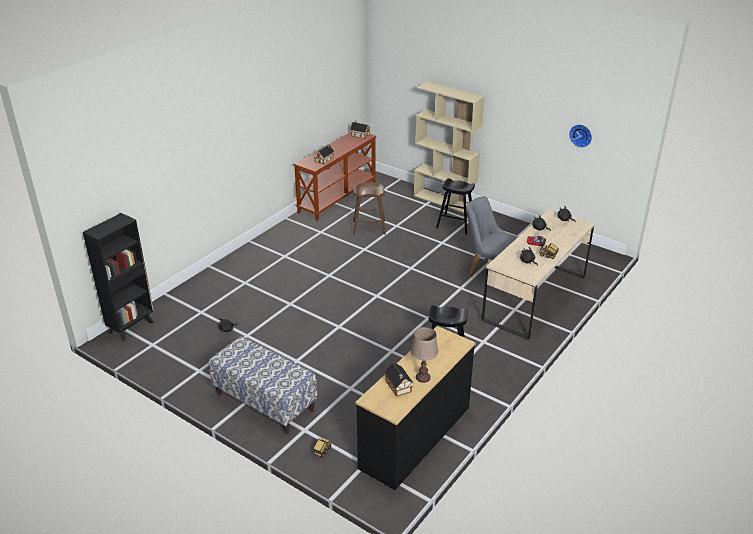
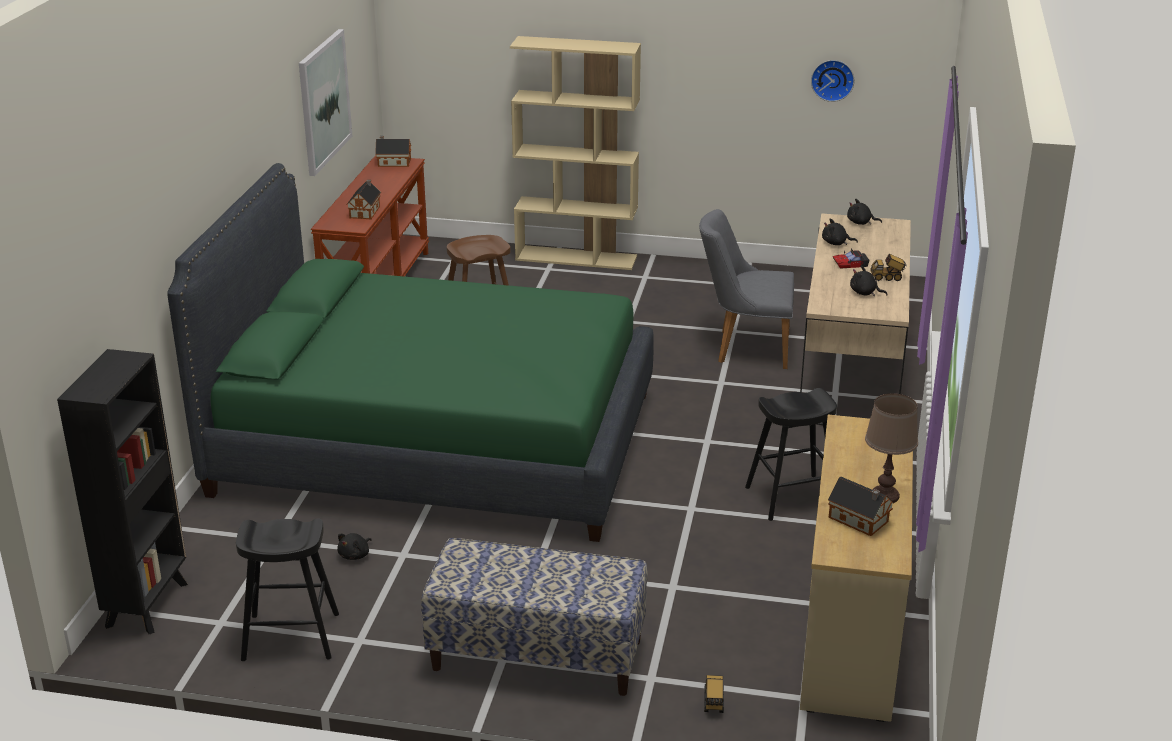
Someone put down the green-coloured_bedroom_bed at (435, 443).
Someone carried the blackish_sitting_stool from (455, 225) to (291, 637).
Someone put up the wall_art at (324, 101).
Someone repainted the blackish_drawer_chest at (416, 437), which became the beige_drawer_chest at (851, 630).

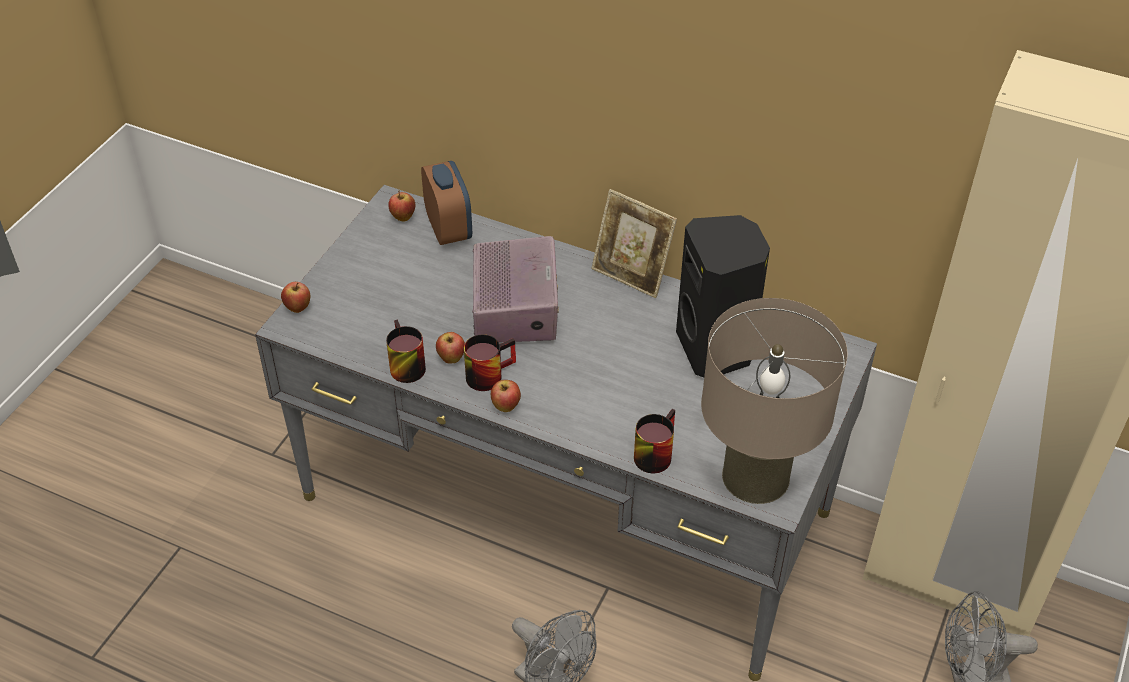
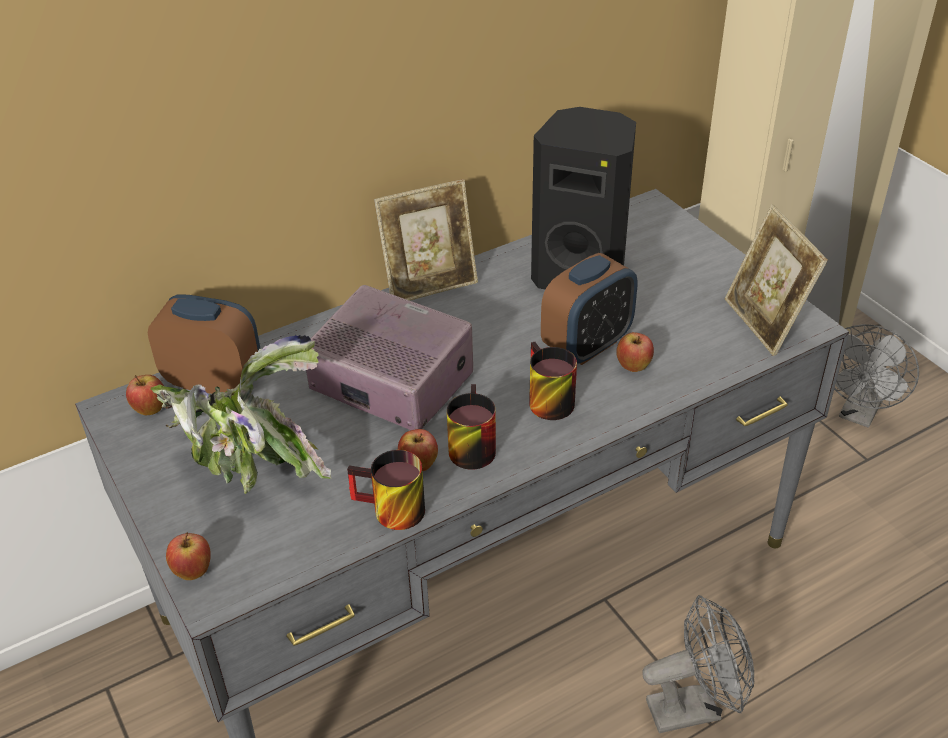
Someone put down the potted_plant at (248, 467).
Someone carried the mug from (653, 452) to (544, 400).
Someone put down the bedside_clock at (587, 345).
Someone carried the apple_fruit from (506, 407) to (633, 367).
Someone swapped the beige_lamp_for_a_table at (755, 477) for the standing_frame at (764, 323).

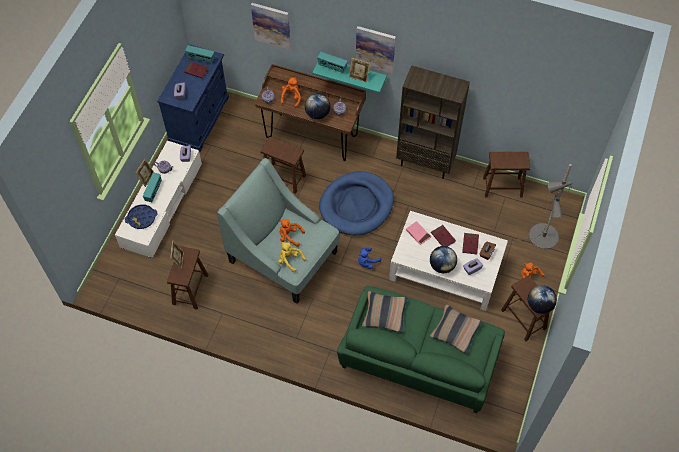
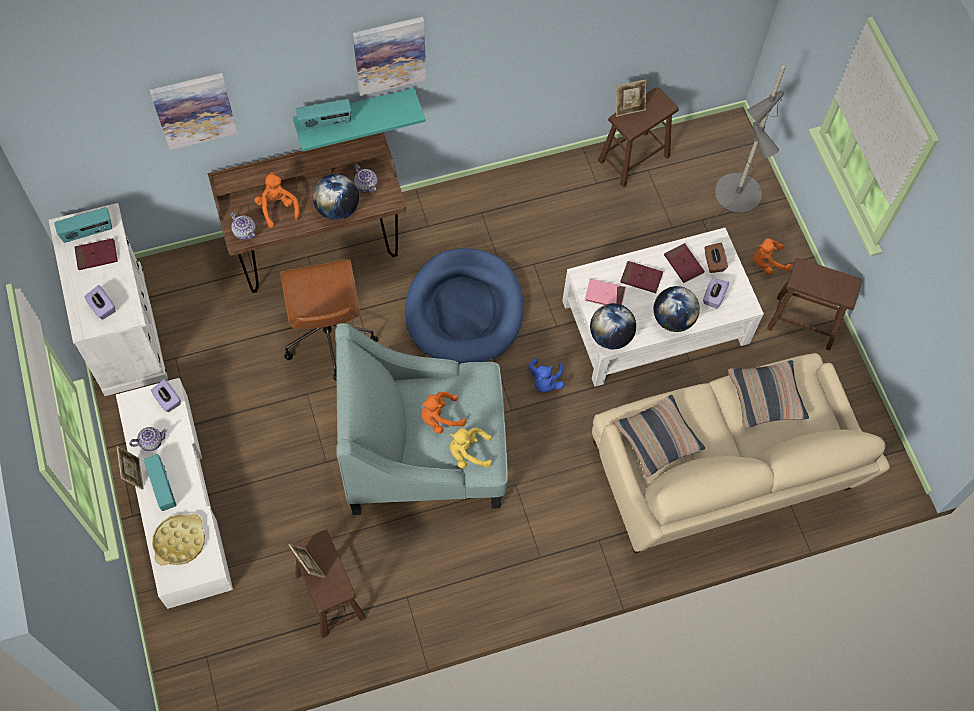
Someone repainted the bluish_storage_cabinet at (199, 119), which became the white-coloured_storage_cabinet at (124, 330).
Someone repainted the bluish_serving_tray at (141, 218), which became the yellow-coloured_serving_tray at (179, 541).
Someone swapped the brown-coloured_sitting_stool at (284, 178) for the brown-coloured_office_chair at (328, 337).
Someone carried the desk_globe from (539, 305) to (610, 336).
Someone repainted the green-coloured_sofa at (418, 359), which became the beige_sofa at (721, 470).
Someone carried the standing_frame from (359, 77) to (629, 108).
Someone took away the brown-coloured_shelving_unit at (425, 163).

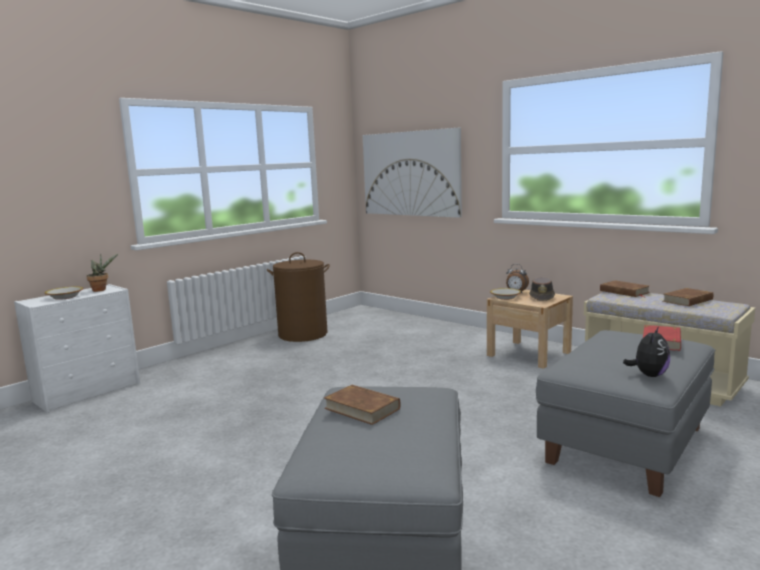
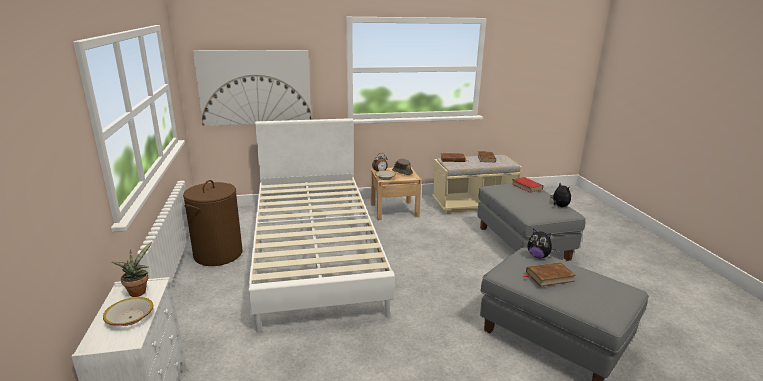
Someone put down the white-coloured_bedroom_bed at (315, 253).
Someone put down the soft_toy at (538, 256).

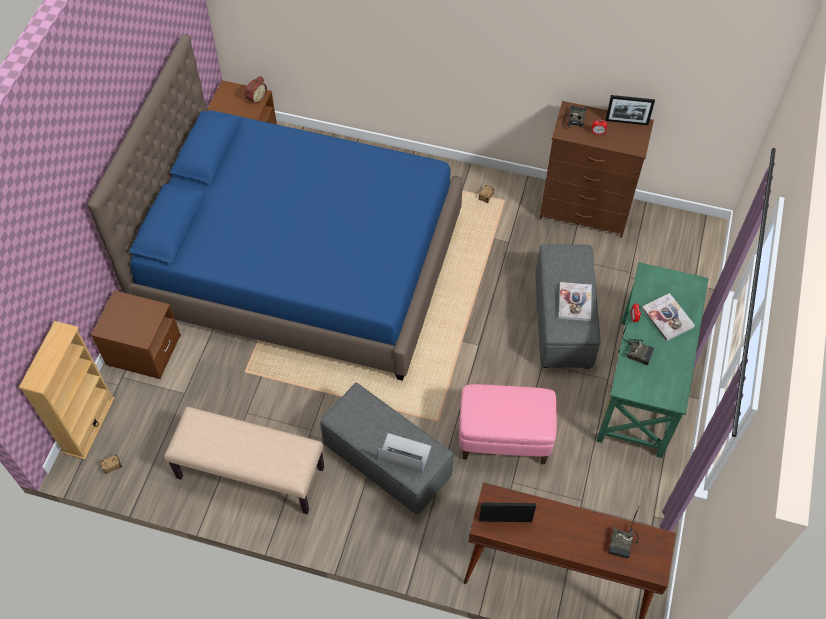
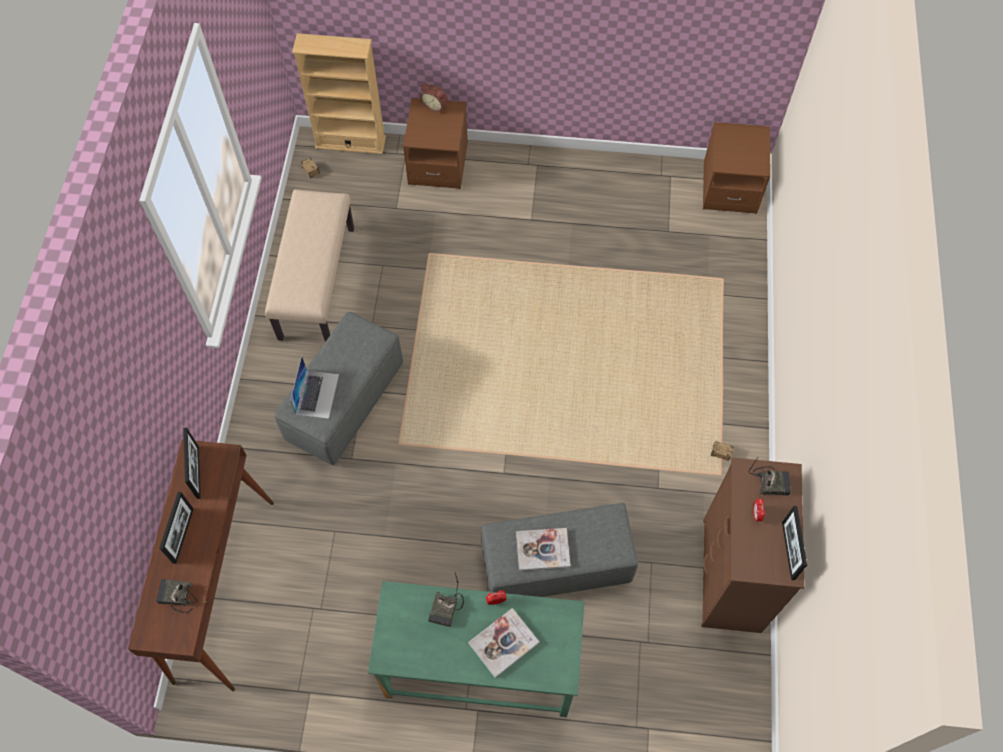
Someone put down the standing_frame at (183, 535).
Someone carried the bedside_clock from (256, 98) to (435, 105).
Someone took away the bluish_bedroom_bed at (300, 262).
Someone took away the pink_footrest at (504, 439).

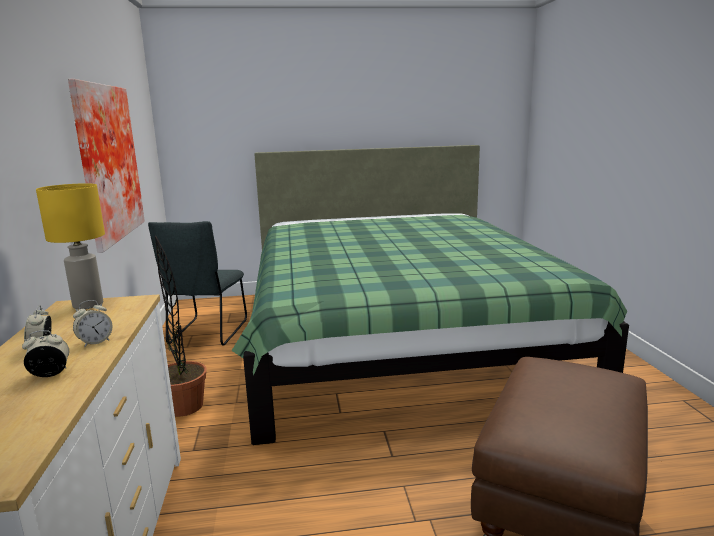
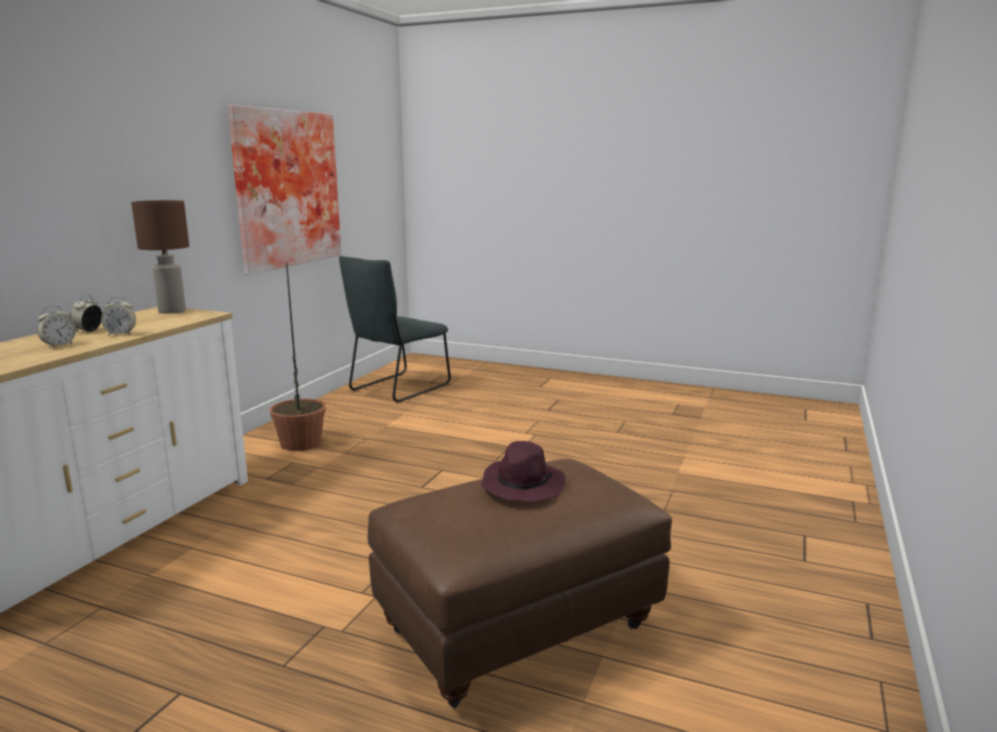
Someone rotated the bedside_clock at (50, 374) by 120 degrees clockwise.
Someone repainted the yellow-coloured_lamp_for_a_table at (87, 305), which became the brown-coloured_lamp_for_a_table at (171, 311).
Someone put down the purple_clothing_hat at (522, 486).
Someone took away the green-coloured_bedroom_bed at (396, 338).

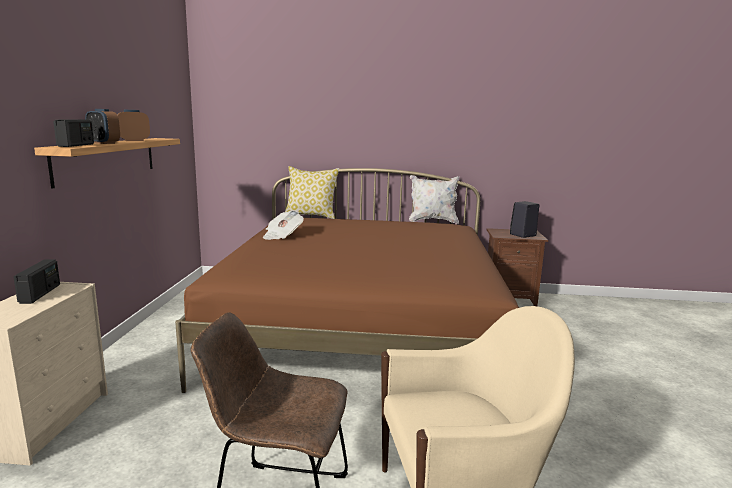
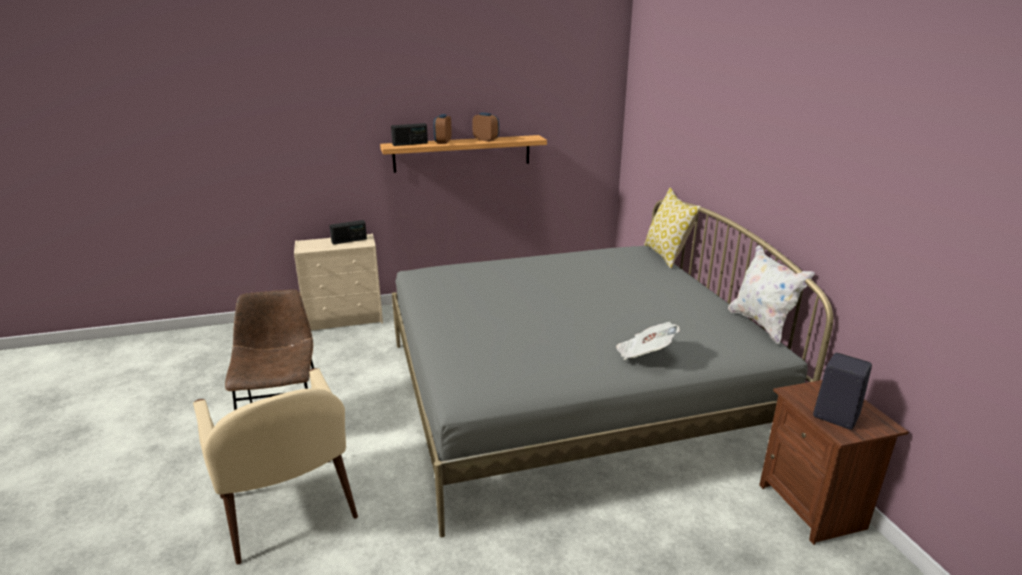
Someone repainted the brown-coloured_bedroom_bed at (362, 328), which became the grey_bedroom_bed at (570, 395).
Someone carried the newspaper from (282, 236) to (644, 354).

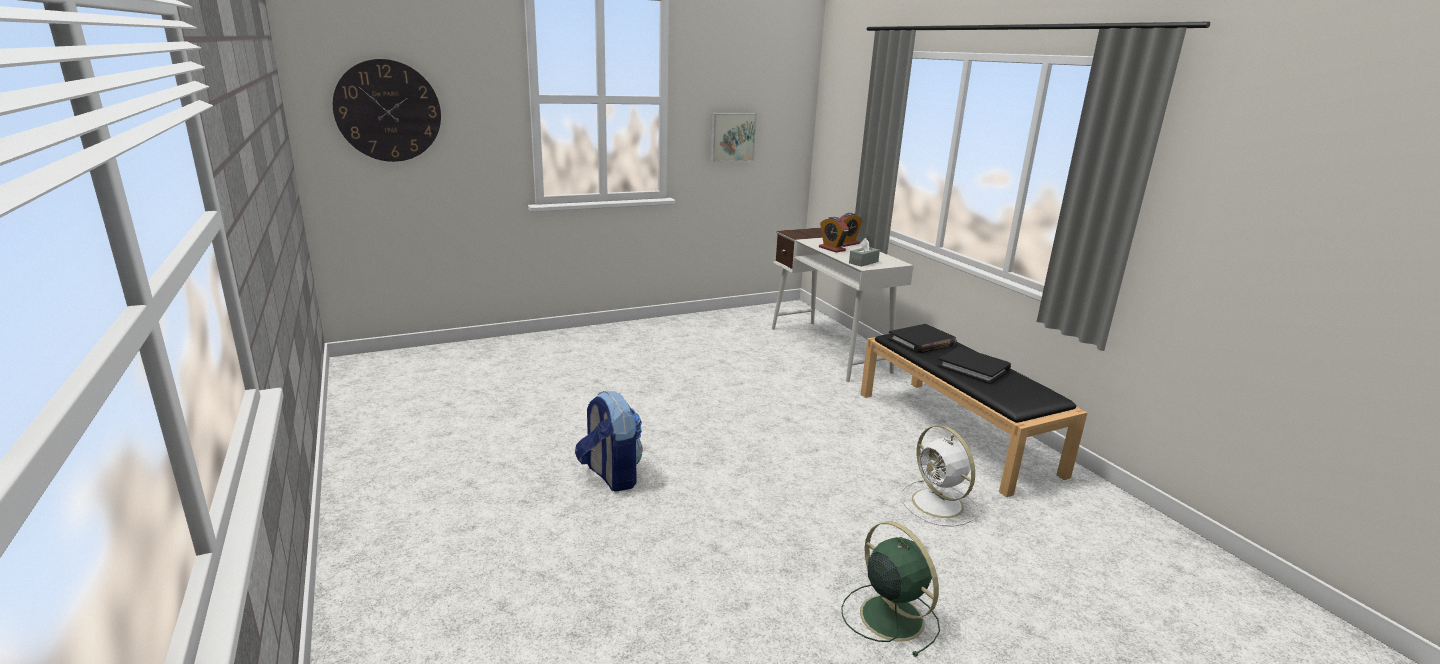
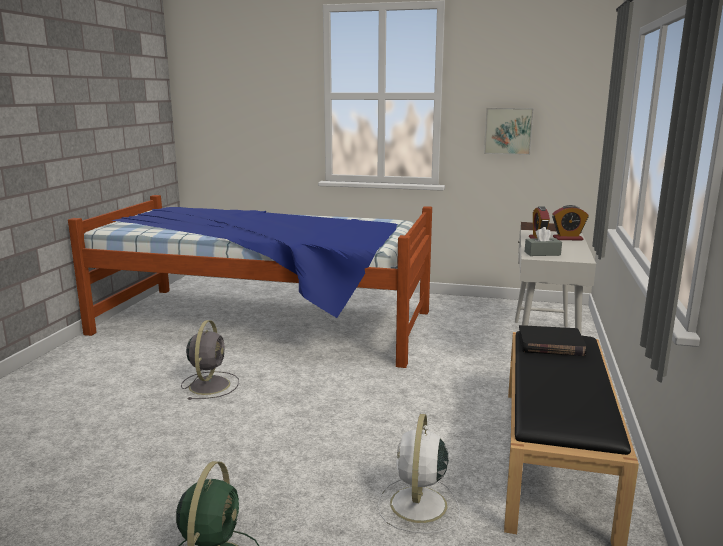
Someone put down the bedroom_bed at (264, 323).
Someone swapped the knapsack at (610, 475) for the grey_electric_fan at (210, 384).
Someone took away the clock_on_the_wall at (388, 111).
Someone took away the blackish_volume at (973, 368).

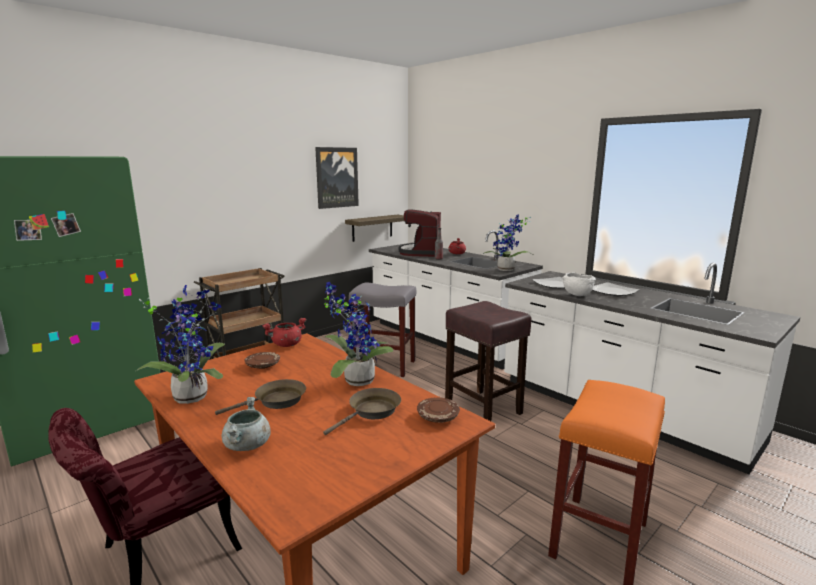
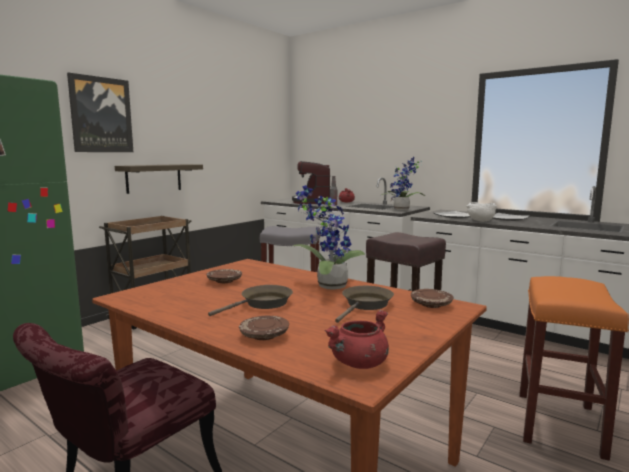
Someone carried the wall_art from (336, 177) to (101, 115).
Someone carried the wall_shelf from (372, 227) to (154, 178).
Someone swapped the grey_cooking_pot at (247, 445) for the brown-coloured_plate at (264, 335).
Someone carried the reddish_cooking_pot from (286, 345) to (359, 363).
Someone took away the potted_plant at (192, 395).

